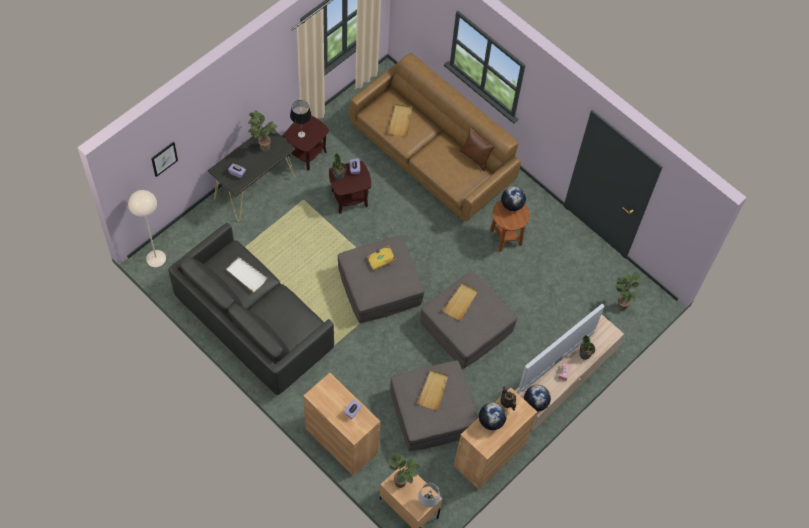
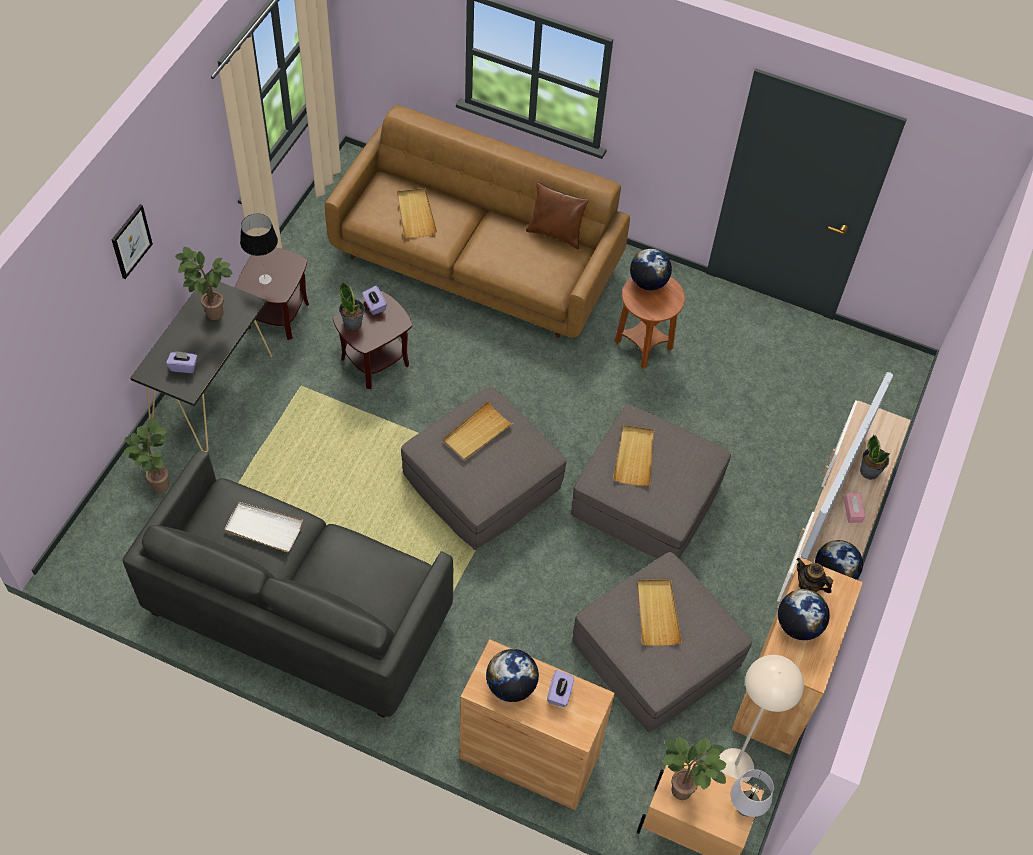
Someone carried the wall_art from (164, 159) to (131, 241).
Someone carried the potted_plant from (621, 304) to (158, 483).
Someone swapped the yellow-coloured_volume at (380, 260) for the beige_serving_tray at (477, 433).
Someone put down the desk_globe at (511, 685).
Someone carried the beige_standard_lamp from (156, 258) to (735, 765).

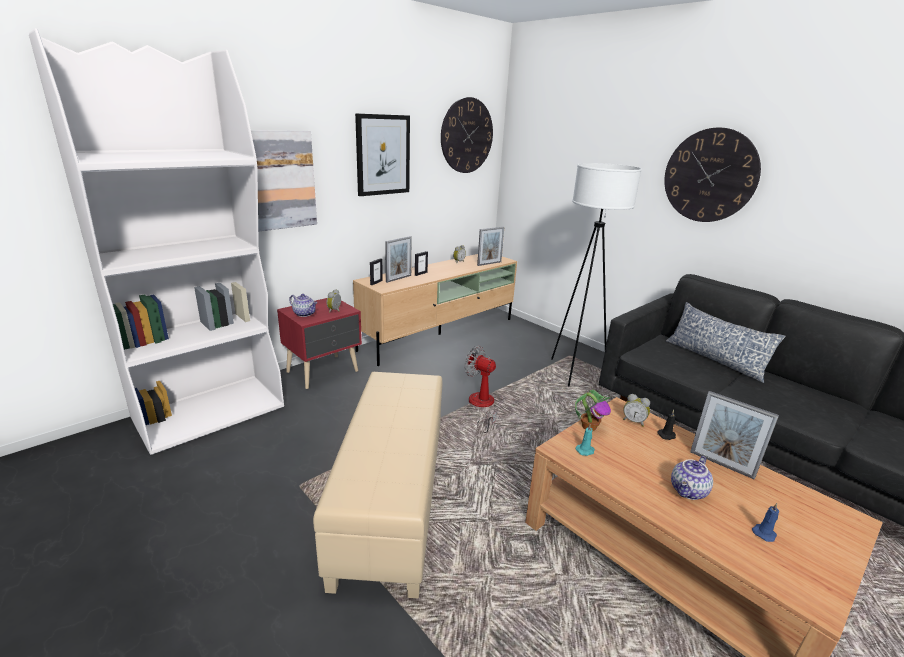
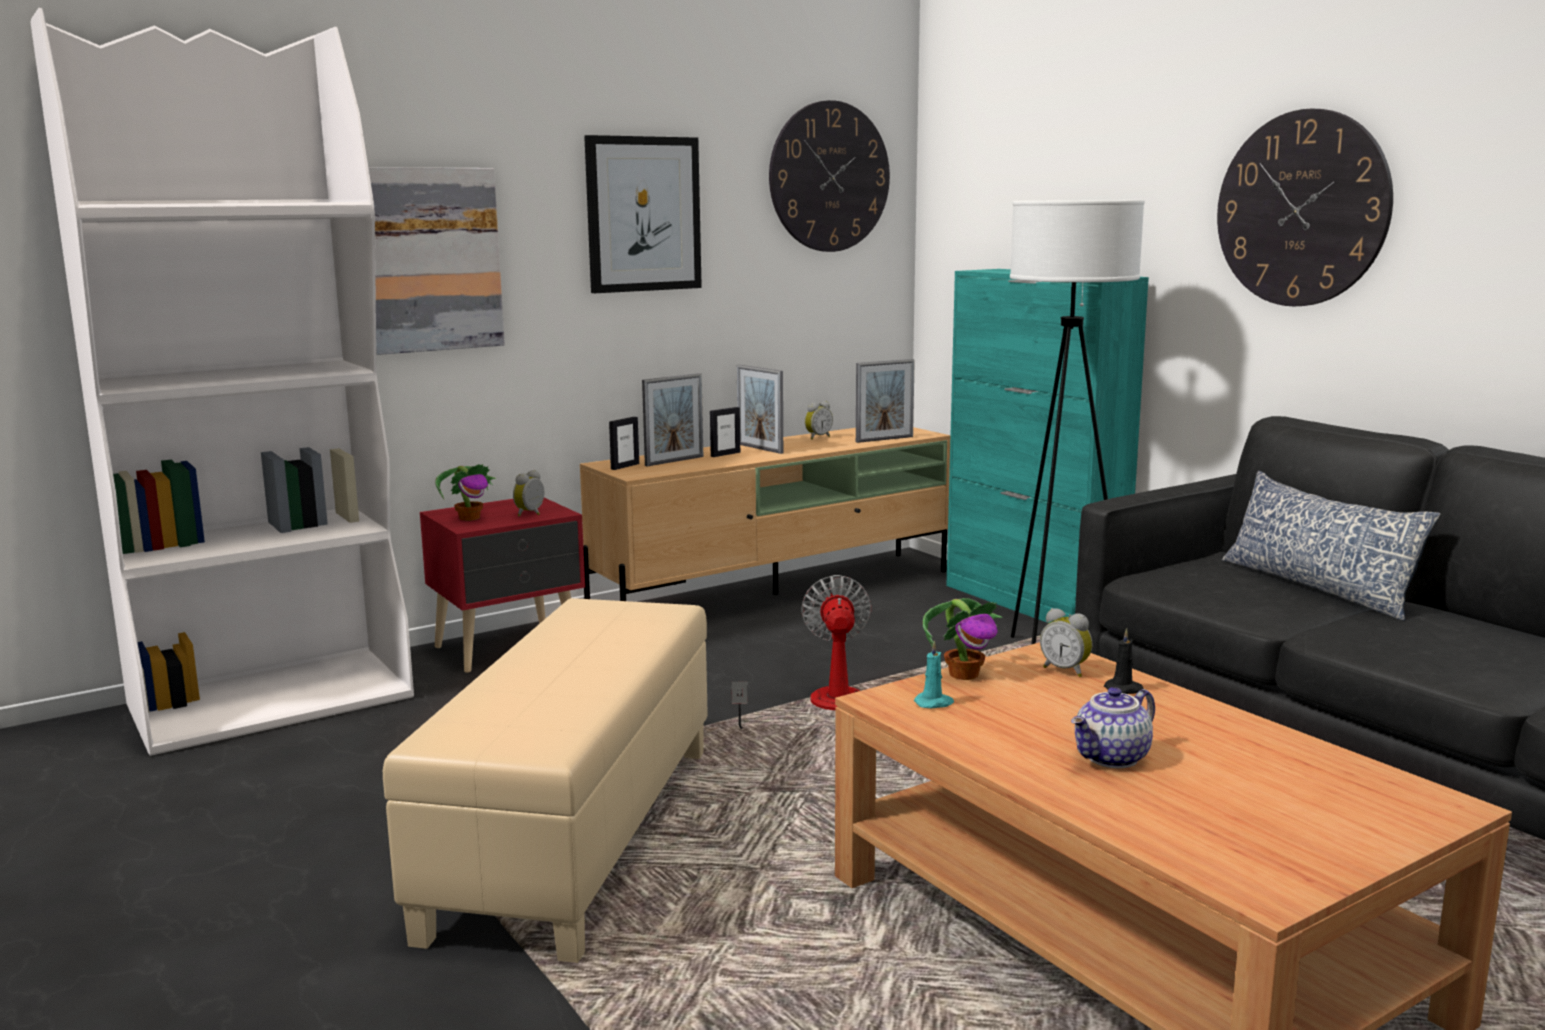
Someone swapped the pot_for_tea at (304, 314) for the potted_plant at (470, 518).
Someone rotated the electric_fan at (482, 406) by 45 degrees clockwise.
Someone carried the standing_frame from (721, 464) to (760, 448).
Someone put down the turquoise-coloured_storage_cabinet at (1032, 604).
Someone took away the bluish_wax_candle at (764, 533).

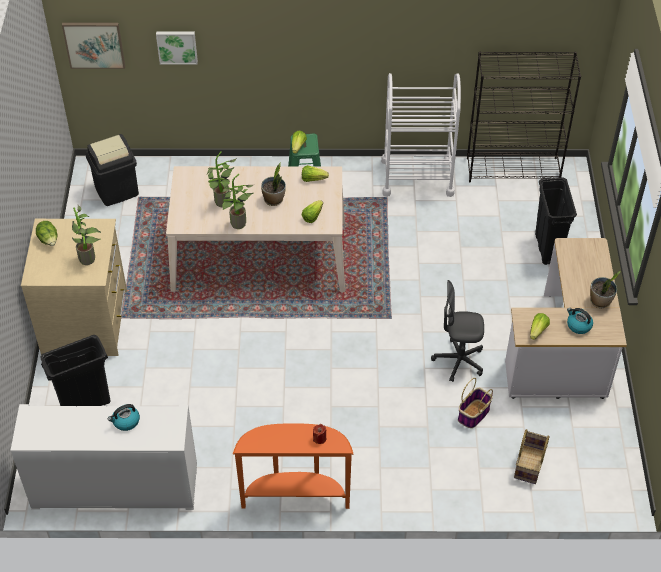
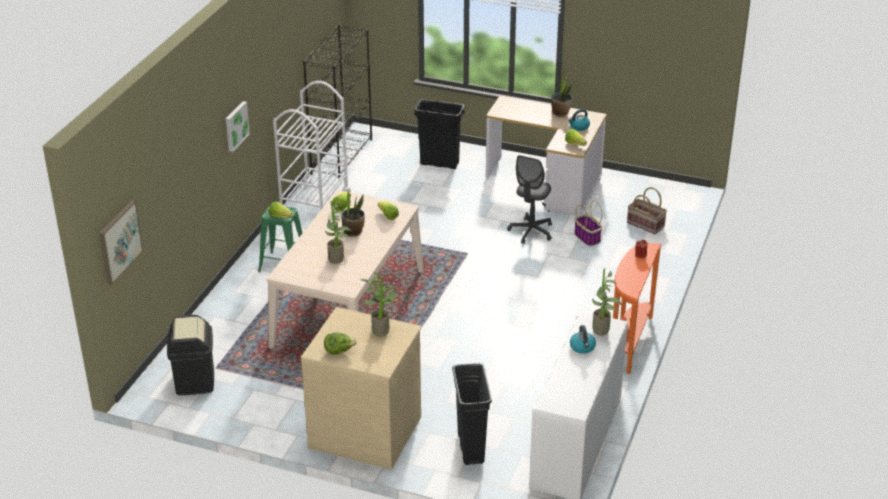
Someone carried the wall_art from (177, 46) to (235, 126).
Someone carried the potted_plant from (238, 225) to (603, 331).

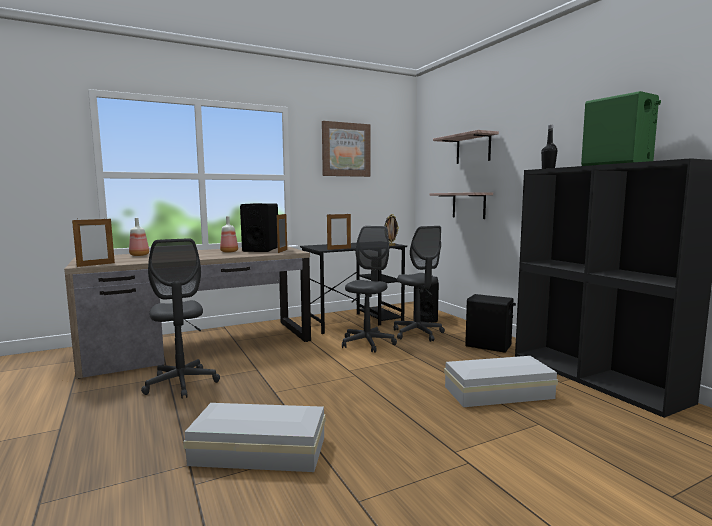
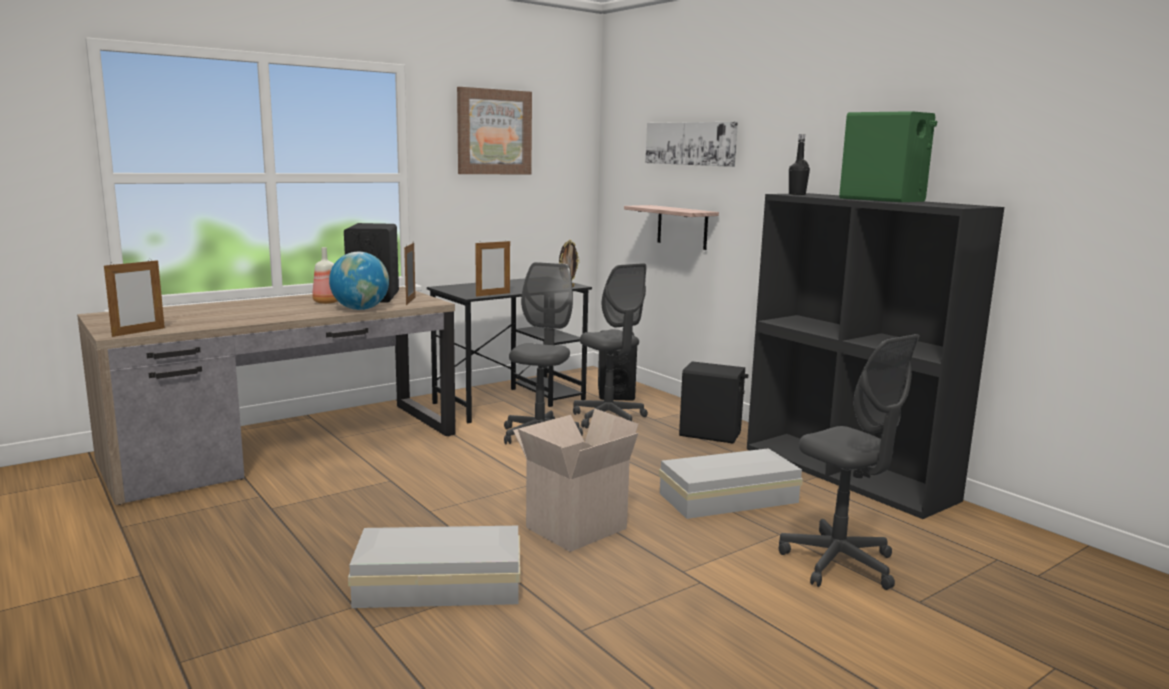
Someone put down the desk_globe at (360, 309).
Someone put down the packing_box at (575, 526).
Someone swapped the wall_shelf at (473, 149) for the wall_art at (690, 143).
Someone carried the grey_office_chair from (181, 384) to (839, 563).
Someone took away the beverage_bottle at (139, 255).

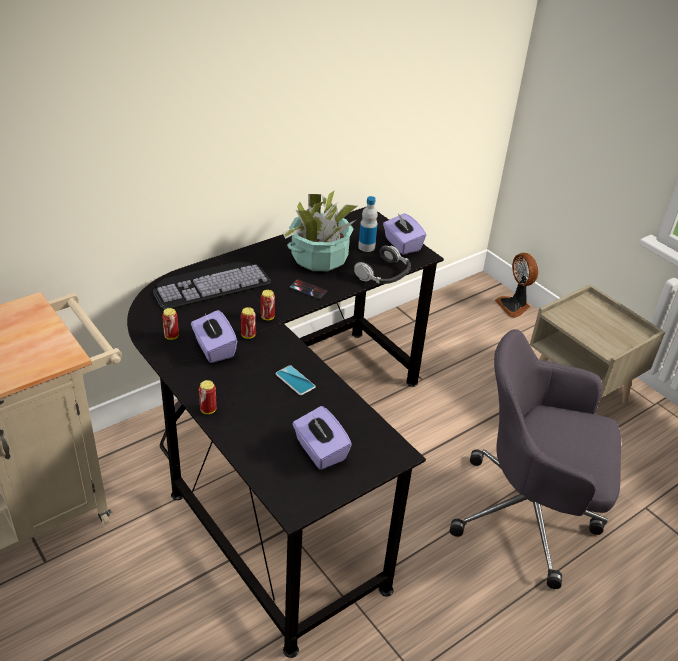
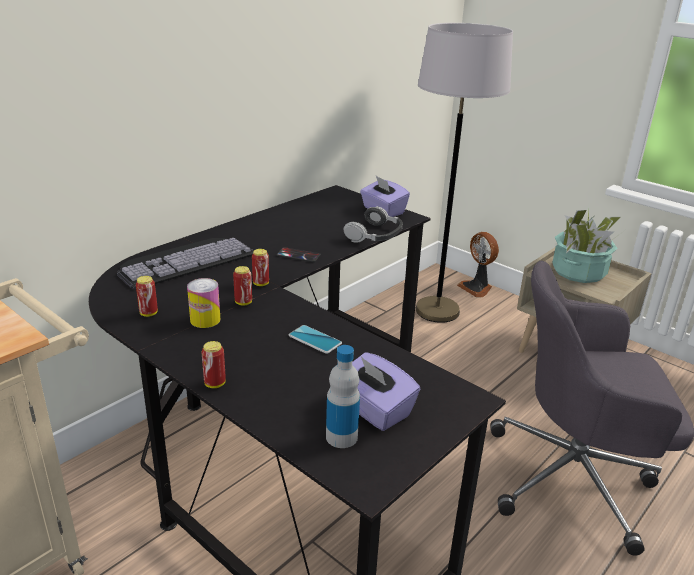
Someone swapped the purple_box_of_tissues at (214, 349) for the metal_can at (205, 320).
Someone carried the beverage_bottle from (366, 247) to (341, 437).
Someone put down the grey_standard_lamp at (437, 311).
Someone carried the potted_plant from (319, 258) to (578, 272).

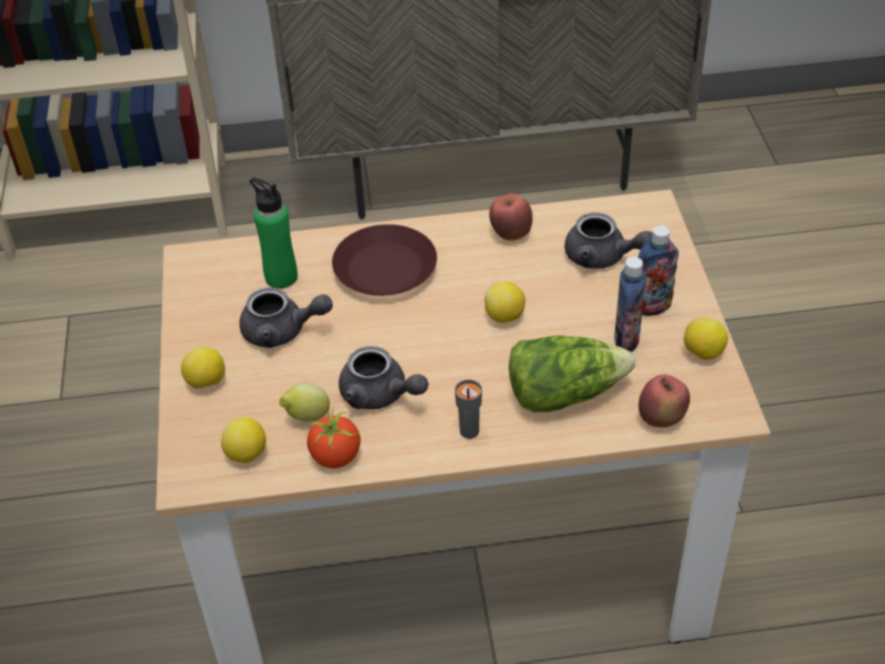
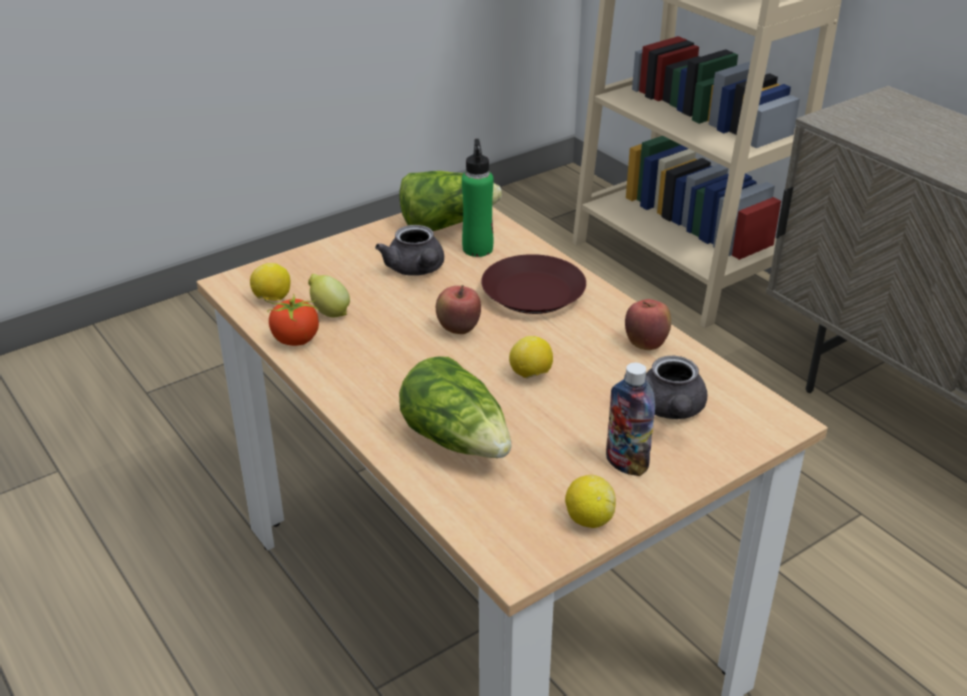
Someone put down the lettuce_head at (446, 224).
Someone carried the apple_fruit from (661, 419) to (458, 330).
Someone took away the whole_lemon at (206, 382).
Someone took away the grey_pot_for_tea at (380, 395).
Someone took away the grey_cup at (469, 431).
Someone took away the beverage_bottle at (626, 339).

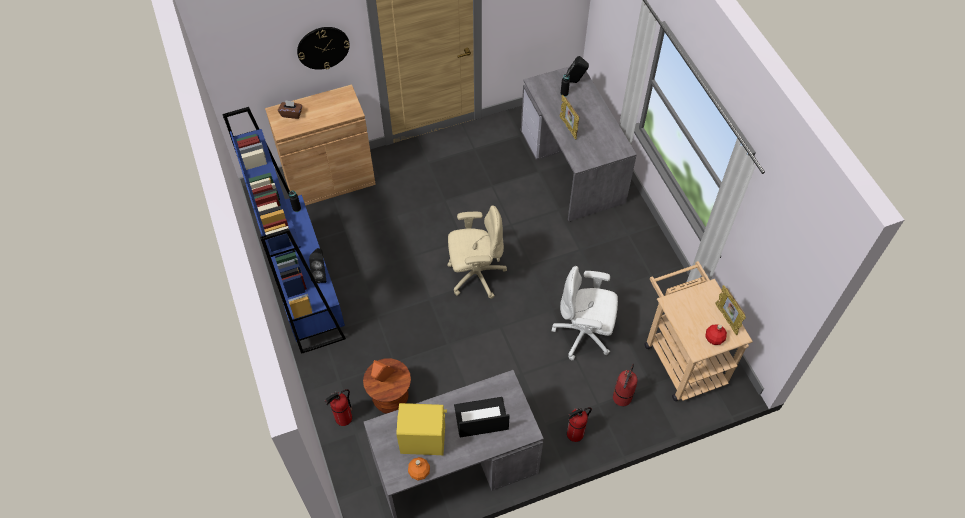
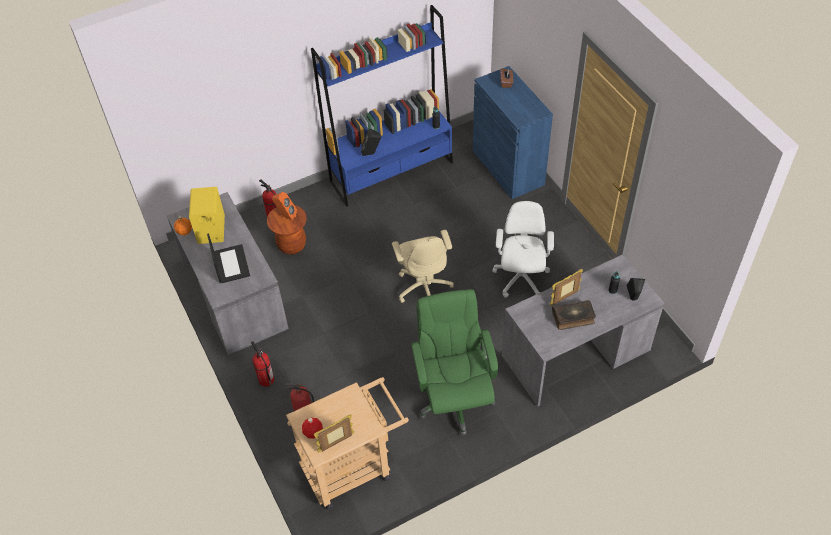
Someone put down the green-coloured_office_chair at (454, 399).
Someone repainted the brown-coloured_storage_cabinet at (330, 181), which became the bluish_storage_cabinet at (508, 167).
Someone carried the white-coloured_office_chair from (584, 334) to (520, 279).
Someone put down the volume at (573, 318).
Someone took away the clock_on_the_wall at (323, 47).

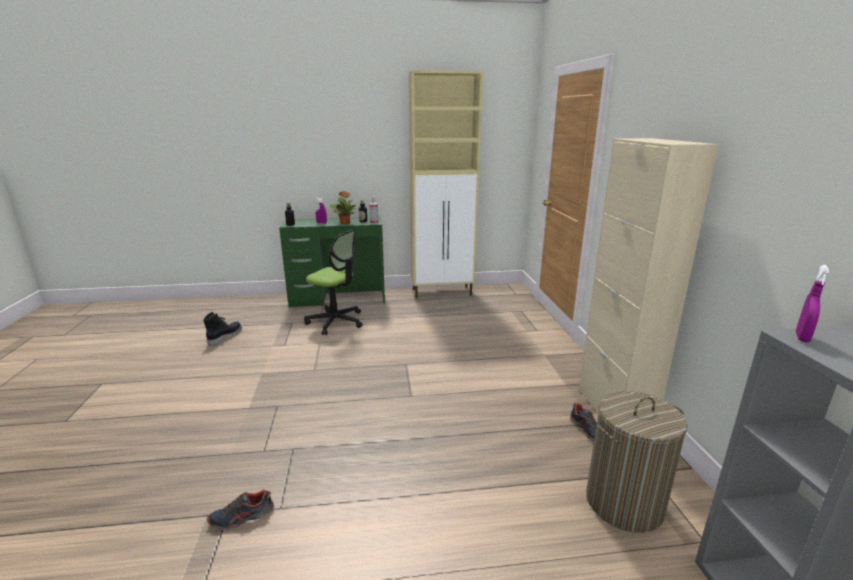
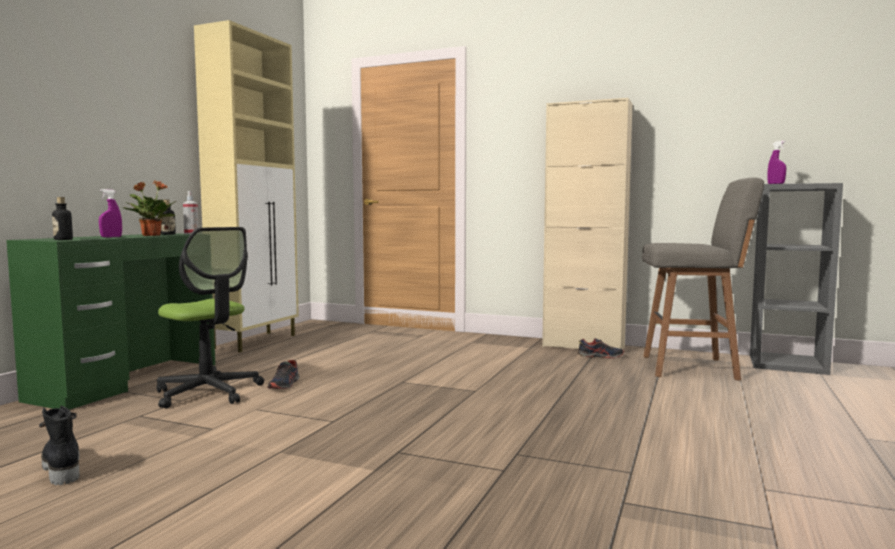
Someone rotated the office_chair at (336, 321) by 75 degrees clockwise.
Someone carried the shoe from (242, 517) to (284, 385).
Someone swapped the washing_basket at (624, 503) for the grey_sitting_stool at (693, 368).

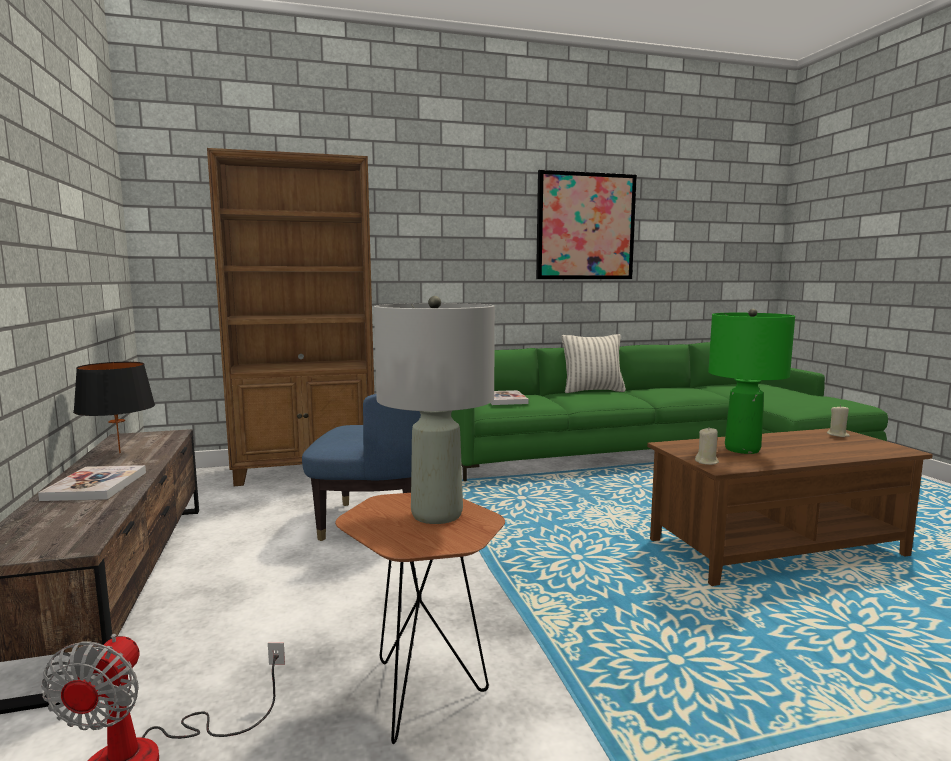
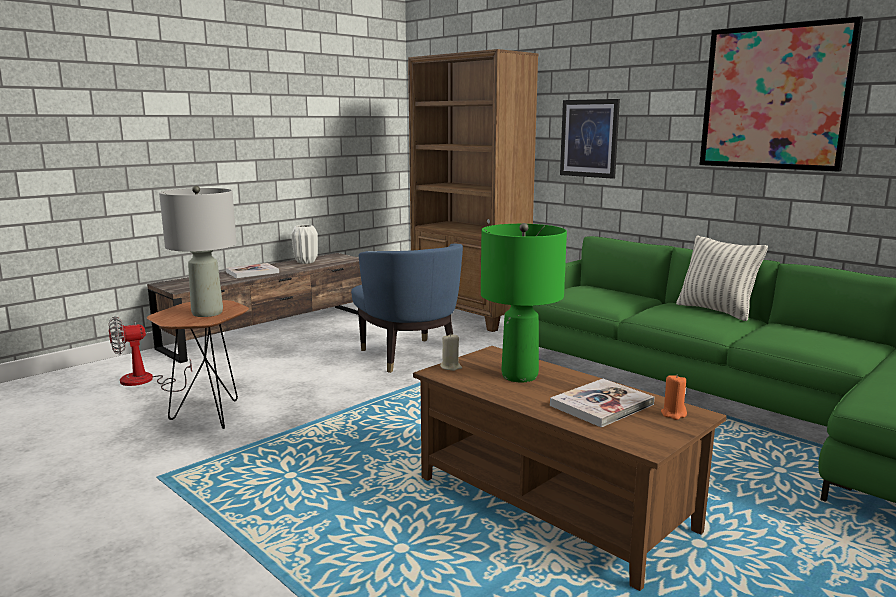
Someone swapped the blackish_lamp_for_a_table at (120, 453) for the white-coloured_decorative_vase at (306, 262).
Someone carried the volume from (505, 399) to (601, 405).
Someone put up the wall_art at (589, 138).
Someone repainted the beige_wax_candle at (838, 435), which became the orange_wax_candle at (673, 414).

